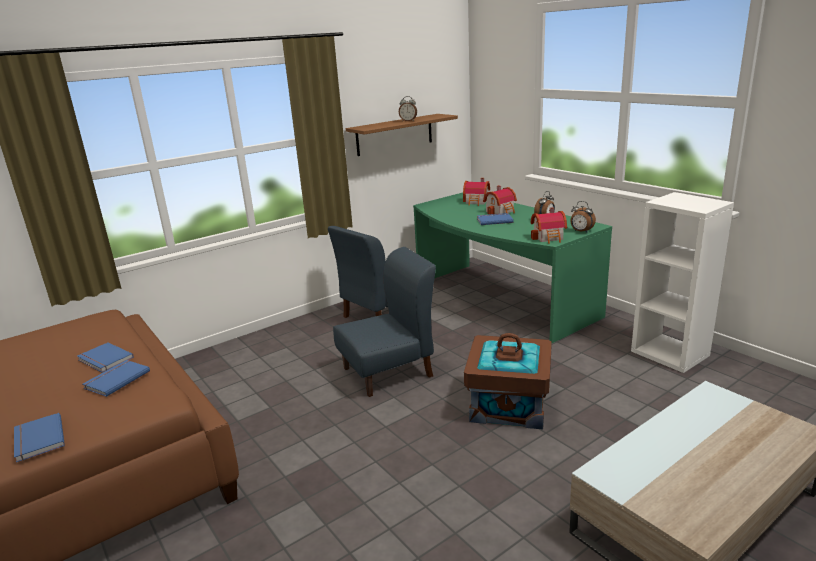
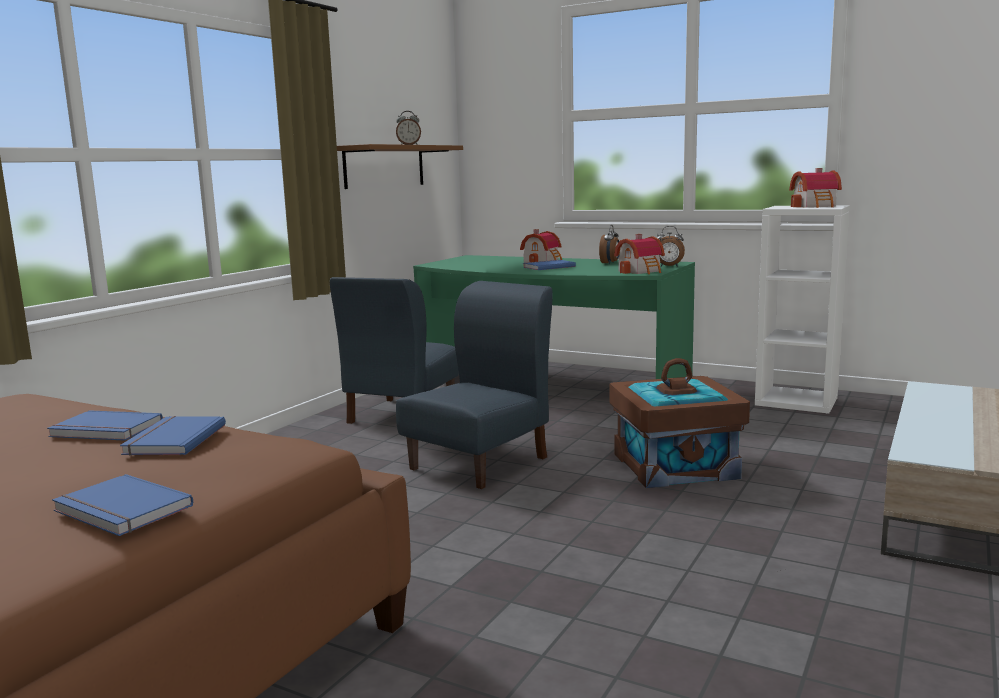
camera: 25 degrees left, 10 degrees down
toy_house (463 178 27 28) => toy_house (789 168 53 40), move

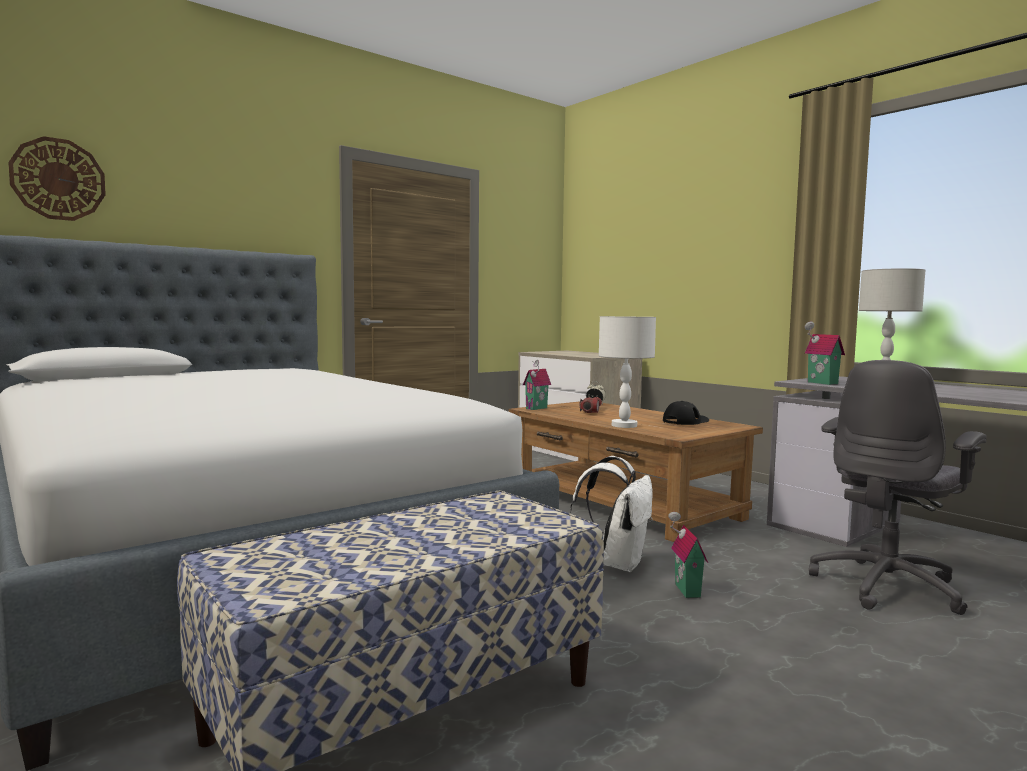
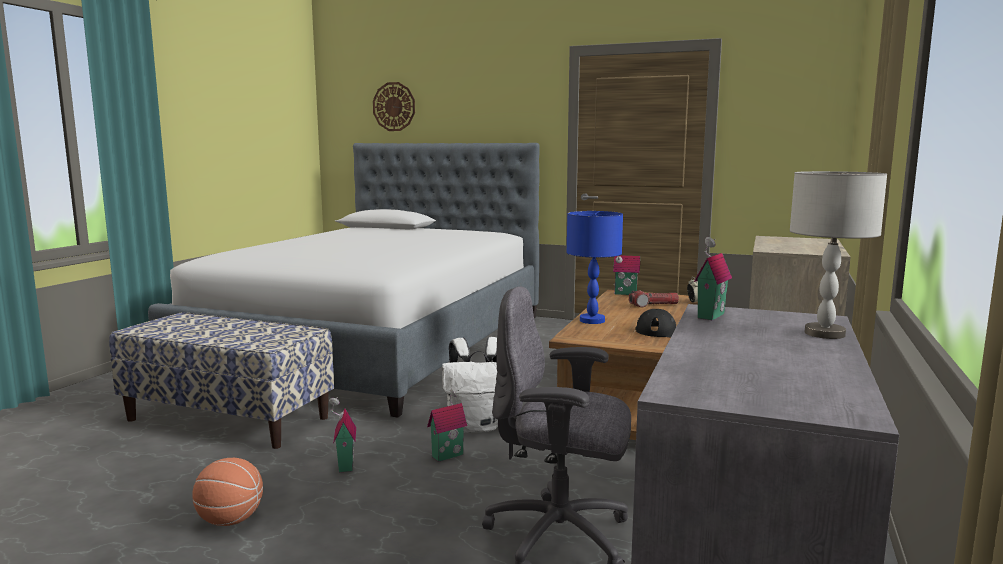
camera: 60 degrees right, 5 degrees up
white_lamp_for_a_table (599 316 57 112) => blue_lamp_for_a_table (566 211 57 113)
nothing => toy_house (329 397 27 75)
nothing => ball_for_basketball (192 458 71 68)

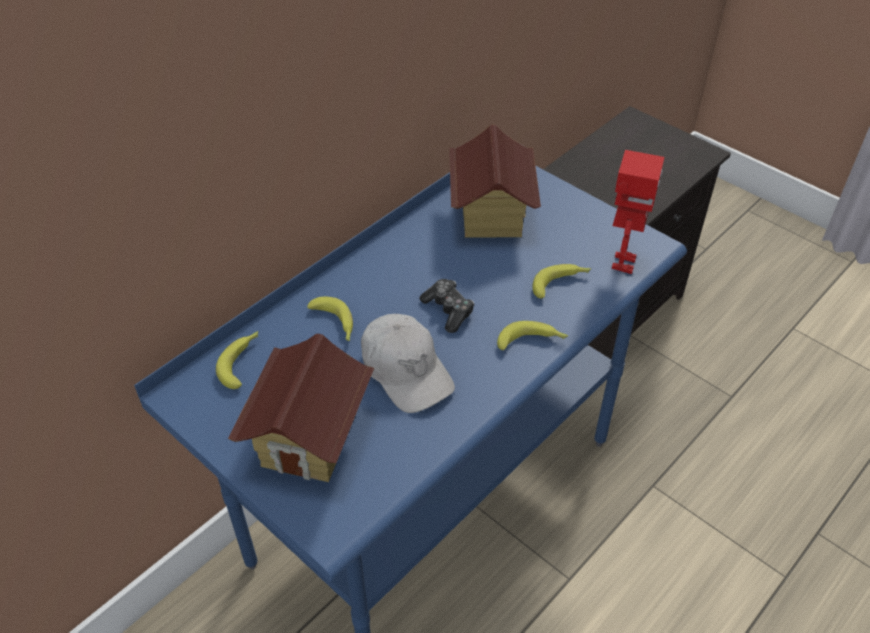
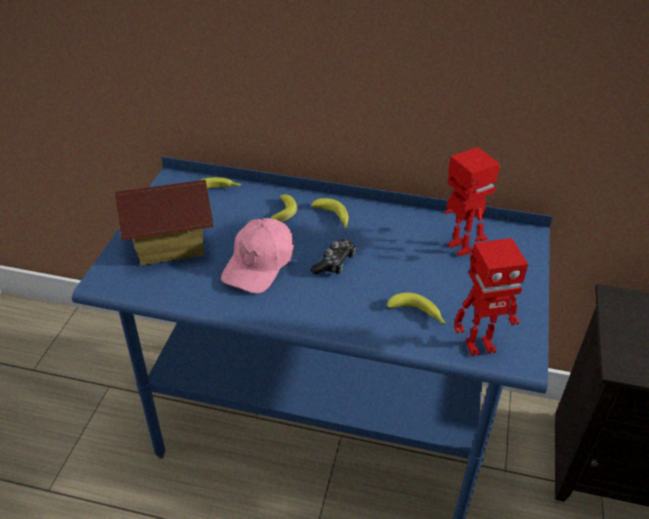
camera: 60 degrees right, 5 degrees down
toy_house (449 124 92 114) => toy_robot (444 147 56 110)
white_cap (361 314 94 99) => pinkish_cap (221 218 73 75)
banana (497 321 72 29) => banana (311 198 37 30), move

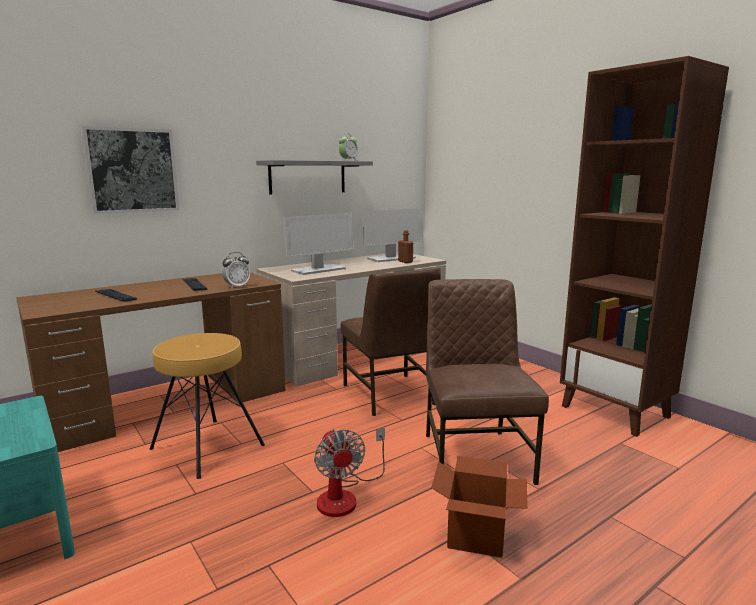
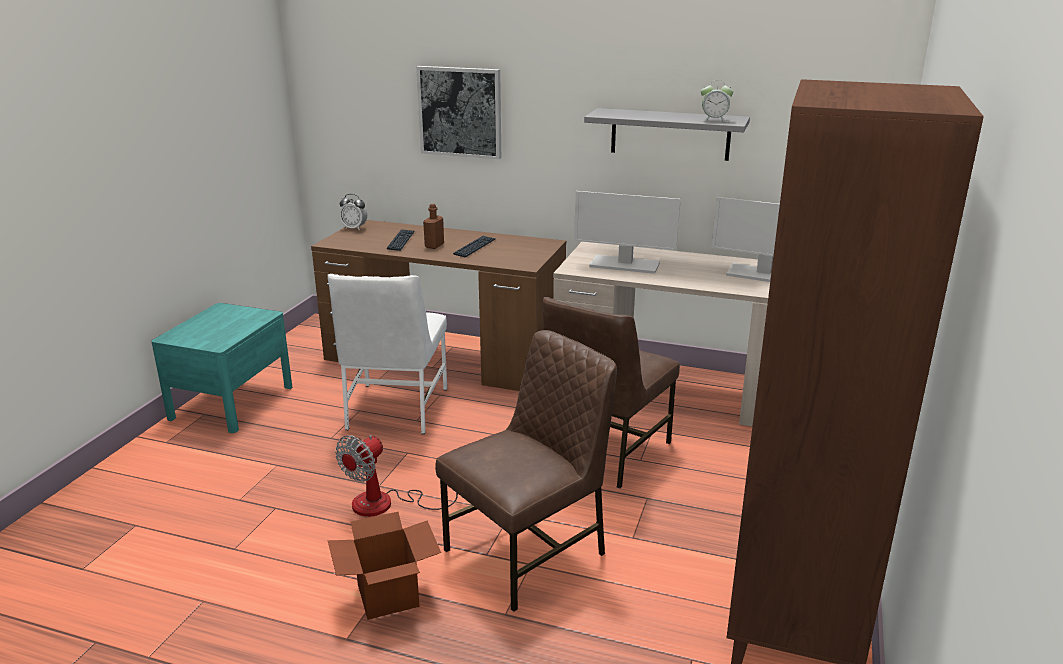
camera: 55 degrees right, 10 degrees up
brown_beverage_bottle (398 230 15 33) => brown_beverage_bottle (423 204 21 45), move
bedside_clock (222 252 28 37) => bedside_clock (339 194 28 36), move
brown_stool_seat (150 333 115 146) => white_chair (328 274 119 160)

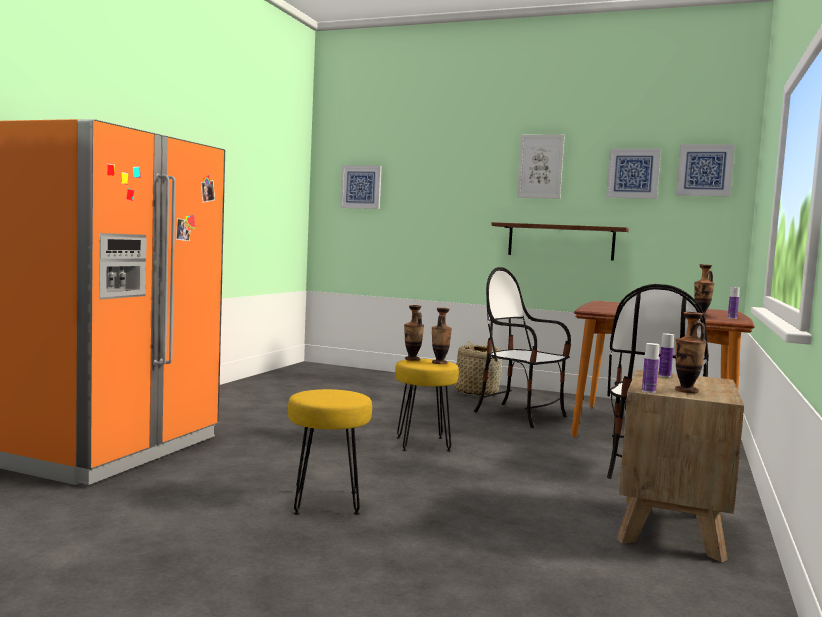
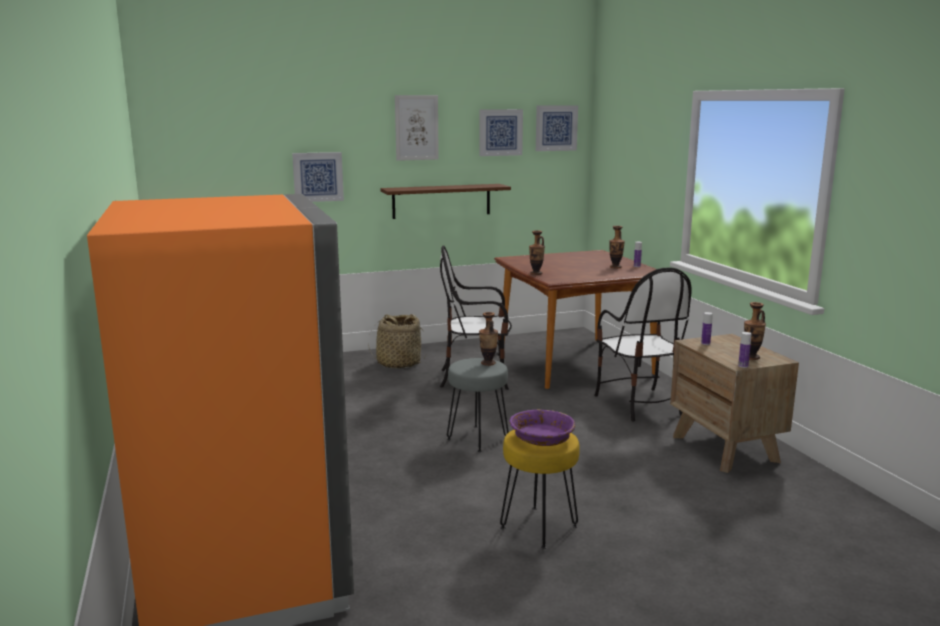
camera: 40 degrees left, 10 degrees up
wall_art (340 165 42 44) => wall_art (292 152 52 50), move
vase (404 305 20 56) => vase (529 230 16 45), move
yellow-coloured_stool_seat (395 359 64 93) => gray_stool_seat (447 358 62 94)
nothing => purple_deep_dish (509 409 66 37)

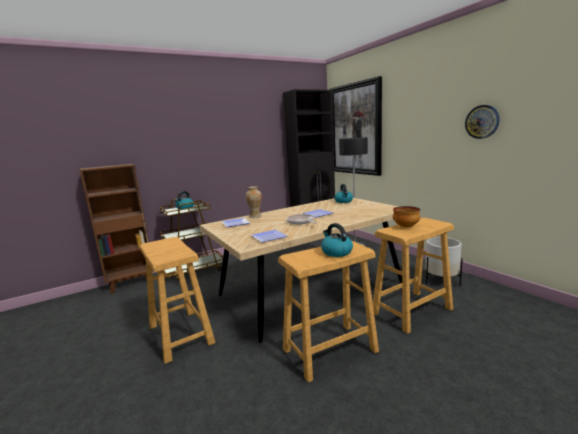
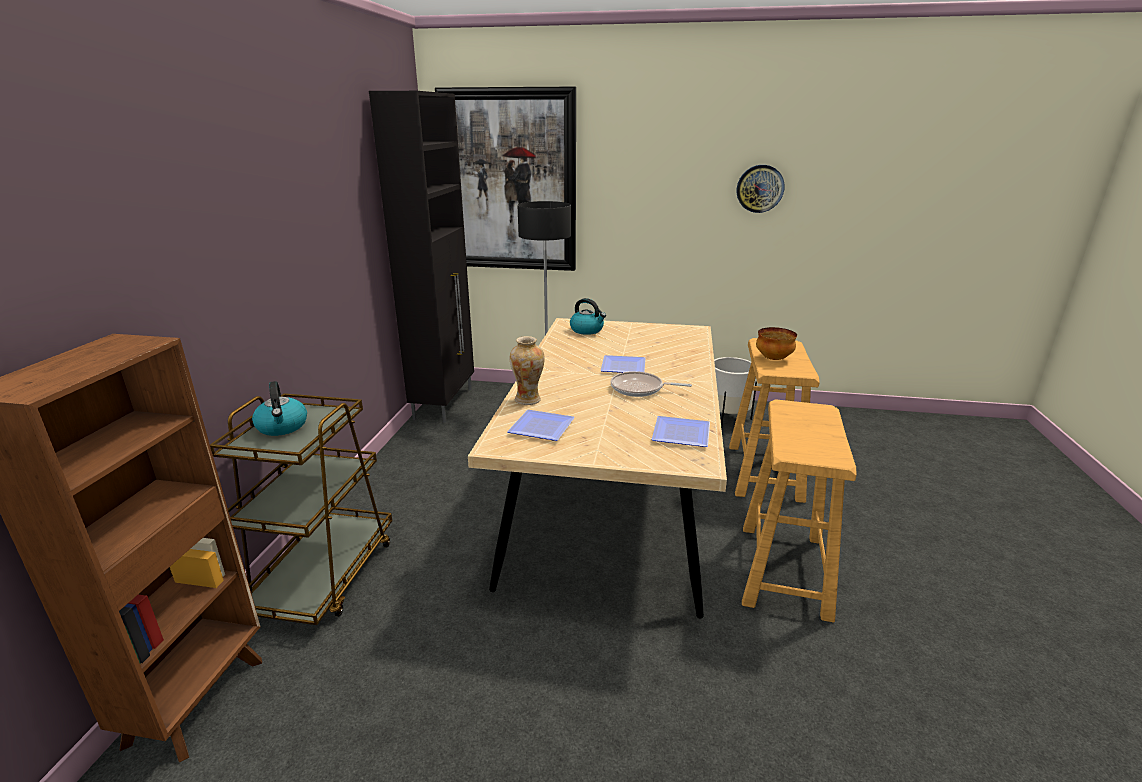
camera: 50 degrees left, 10 degrees up
water_kettle (321 223 32 34) => nothing
beige-coloured_stool_seat (140 237 76 127) => nothing

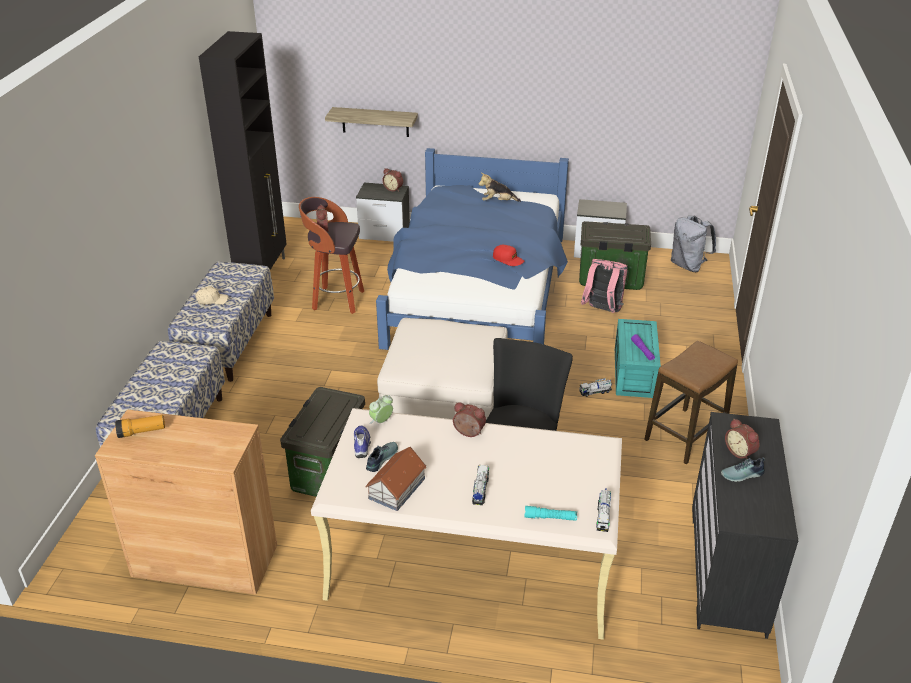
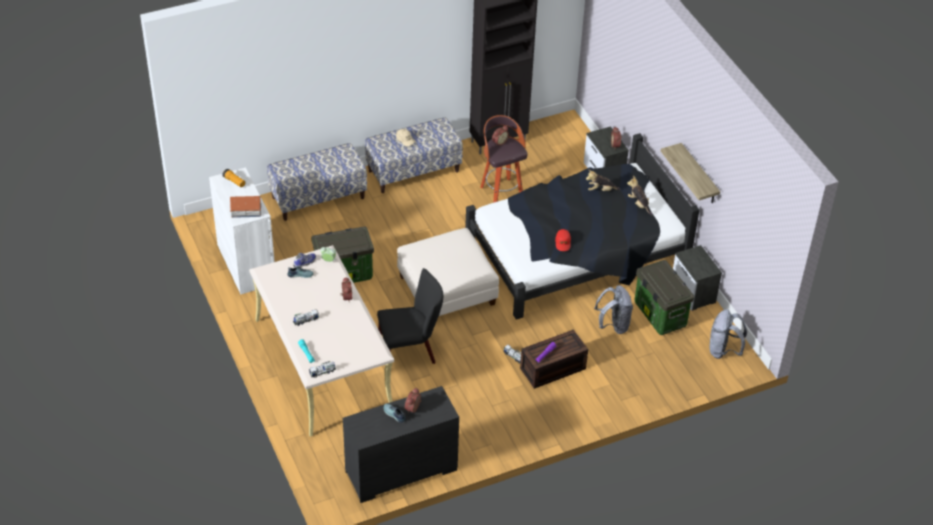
camera: 55 degrees right, 10 degrees up
shelf (325 107 93 30) => shelf (661 143 59 60), move
blue_sleeping_bed (376 148 193 202) => blackish_sleeping_bed (465 133 235 187)
pinkish_rucksack (581 259 47 54) => gray_rucksack (594 285 39 49)
turquoise_storage_container (615 319 46 79) => brown_storage_container (520 330 68 59)
stool_seat (644 341 94 123) => nothing
brown_storage_cabinet (95 410 182 185) => white_storage_cabinet (209 167 66 127)
toy_house (366 447 60 64) => toy_house (230 196 31 22), move
nothing => soft_toy (586 170 34 21)

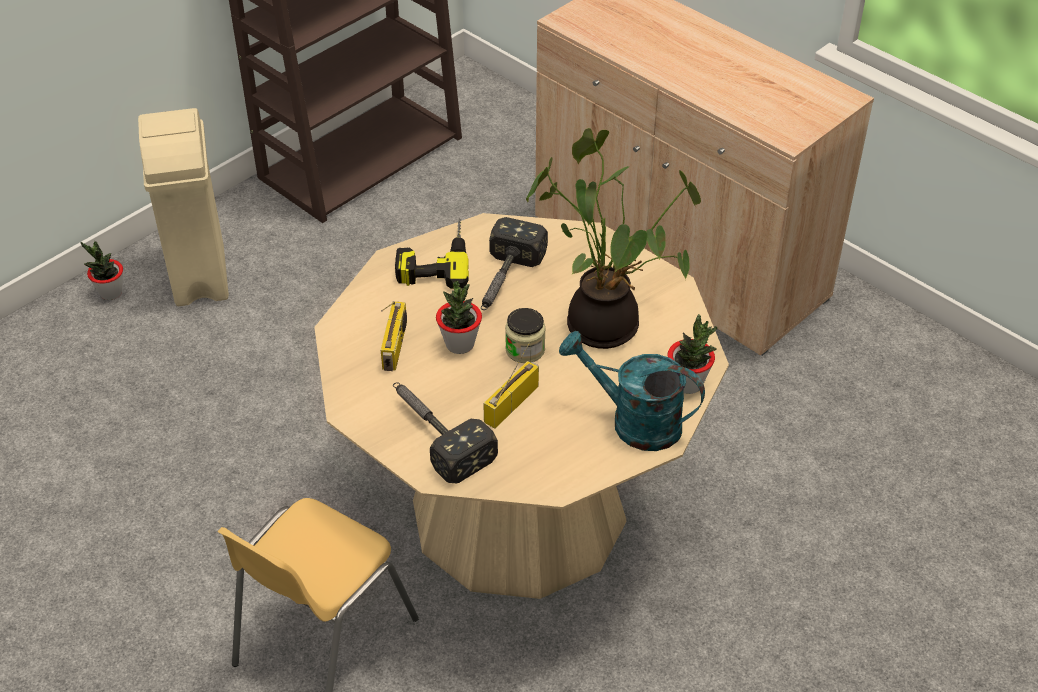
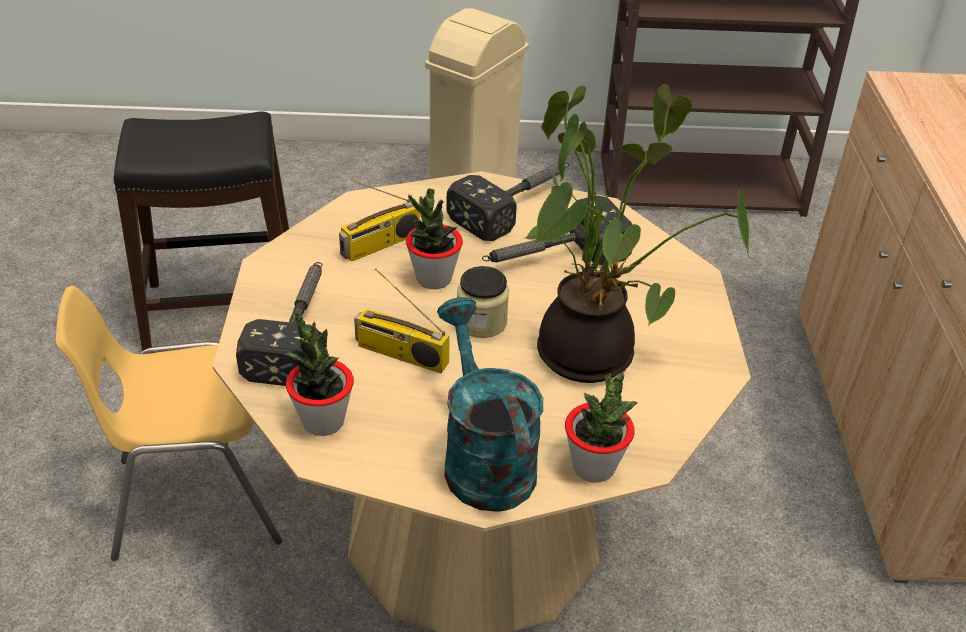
camera: 45 degrees right, 5 degrees down
electric_drill (395 219 74 70) => hand_hammer (446 163 123 78)
houseplant (80 241 43 59) => houseplant (284 310 70 126), move
radio_set (483 341 56 87) => radio_set (354 268 96 105), 150 degrees counterclockwise
nothing => blackish_stool_seat (114 111 175 240)

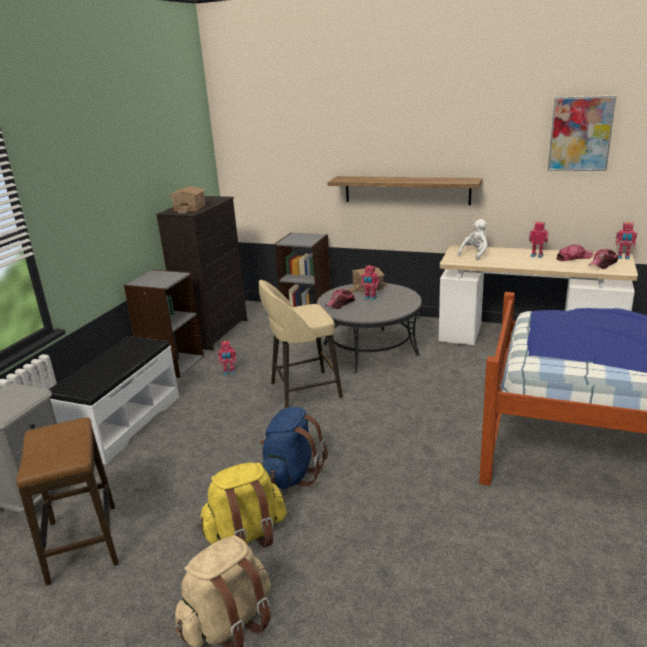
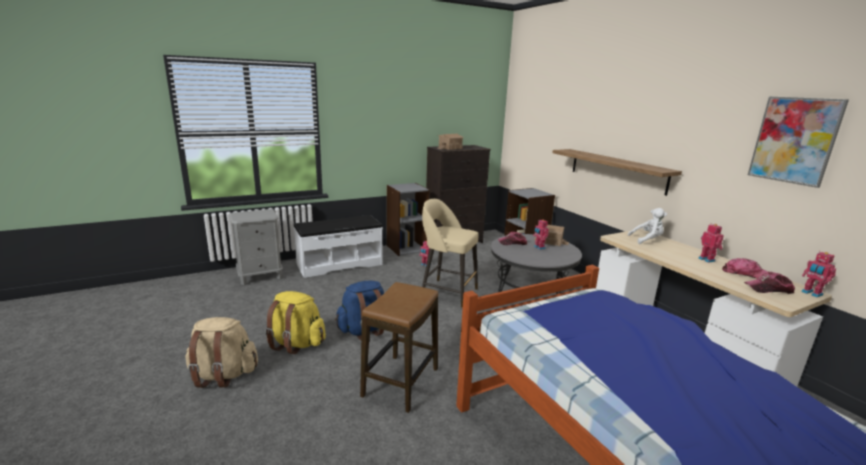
camera: 40 degrees right, 5 degrees down
stool_seat (16 417 102 169) => stool_seat (360 282 78 131), move

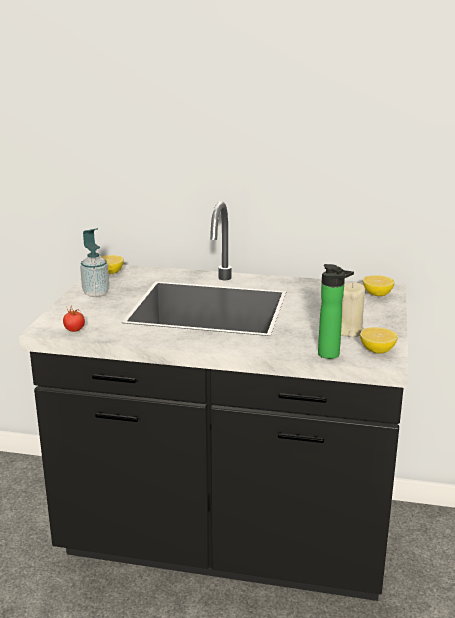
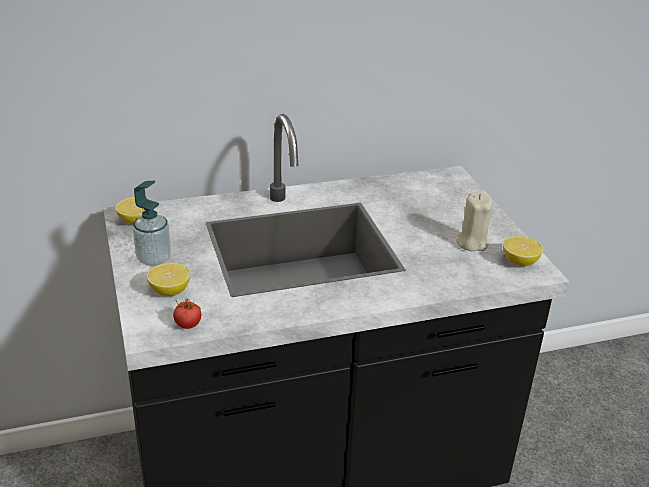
camera: 30 degrees left, 10 degrees up
beverage_bottle (318 264 36 95) => nothing
citrus_fruit (363 275 32 21) => citrus_fruit (147 263 43 33), move

